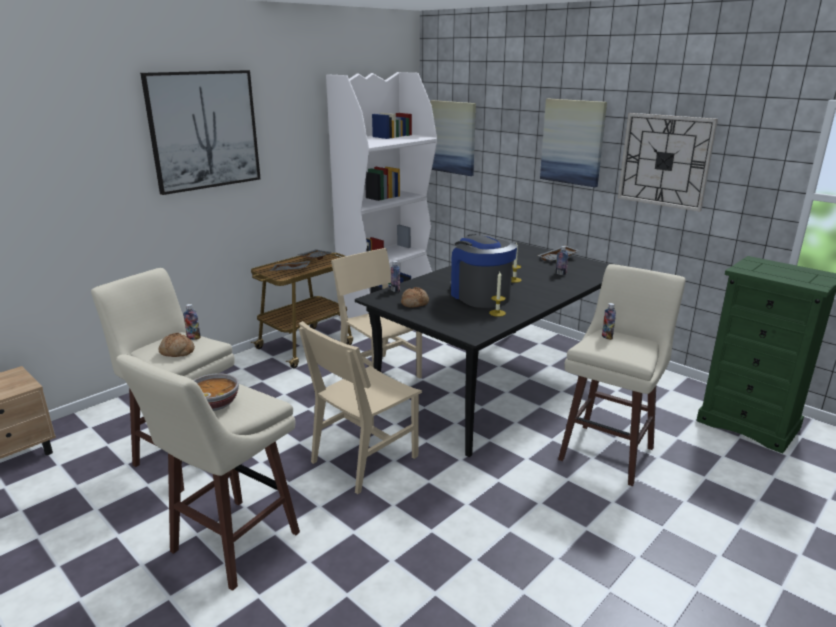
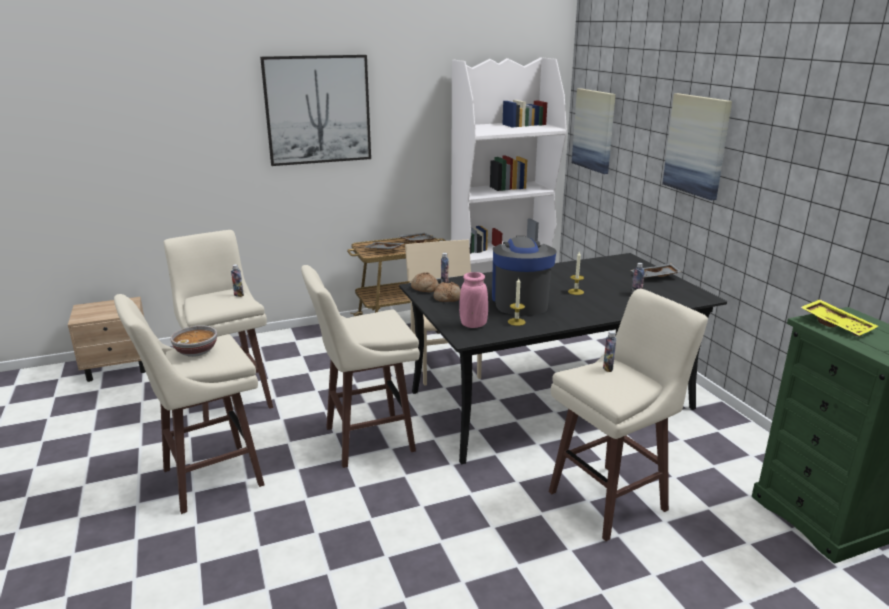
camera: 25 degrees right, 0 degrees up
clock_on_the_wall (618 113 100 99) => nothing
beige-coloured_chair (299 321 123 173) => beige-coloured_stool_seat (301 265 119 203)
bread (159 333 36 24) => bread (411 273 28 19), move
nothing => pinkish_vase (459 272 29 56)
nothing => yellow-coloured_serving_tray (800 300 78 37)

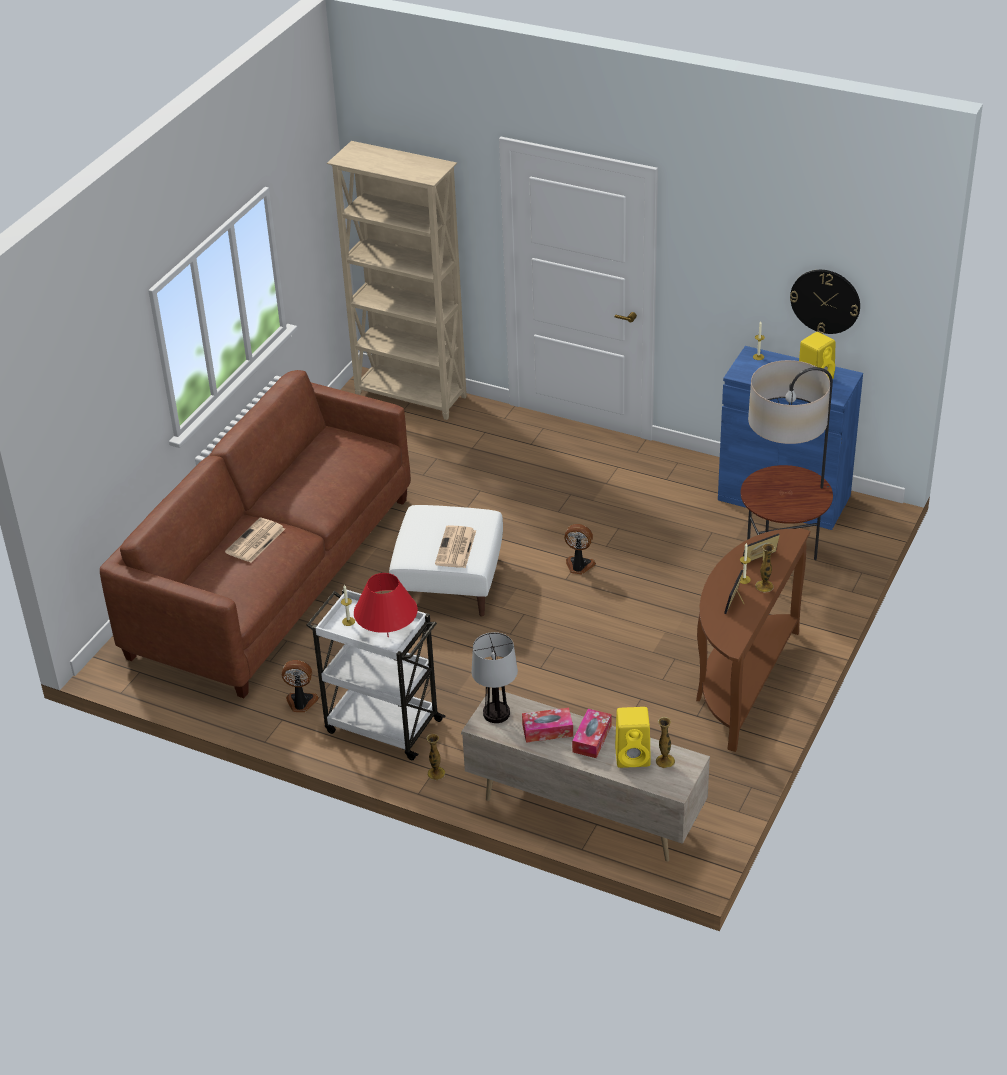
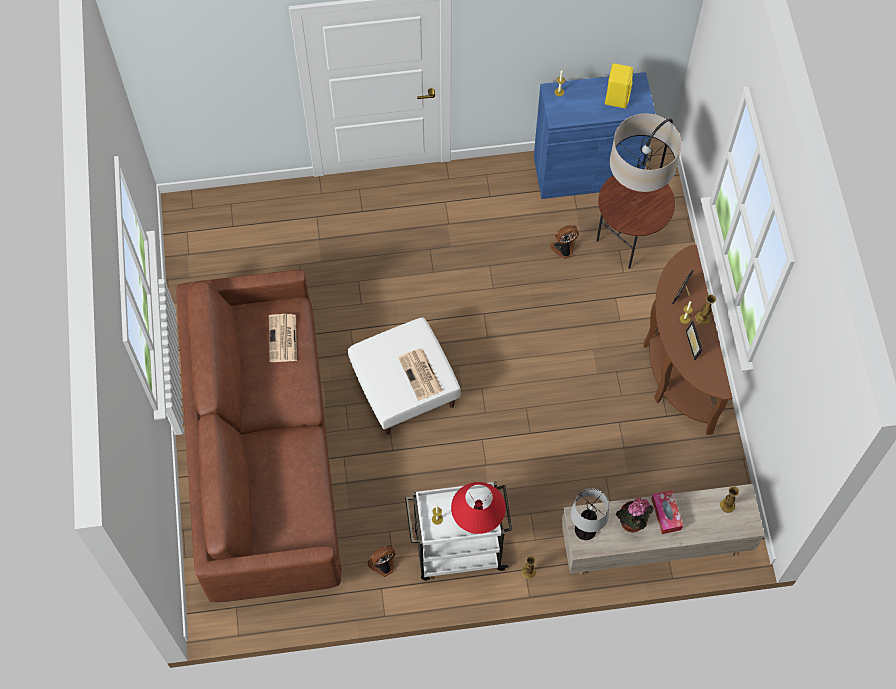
camera: 35 degrees left, 25 degrees up
beige-coloured_bookcase (327 141 140 279) => nothing
clock_on_the_wall (790 270 70 64) => nothing
daily_paper (225 518 60 45) => daily_paper (269 314 28 48), move
cooling_fan (564 524 32 51) => cooling_fan (550 225 29 34), move
yellow-coloured_audio_speaker (615 707 36 61) => nothing
tissue_box (522 708 51 35) => houseplant (616 498 38 35)

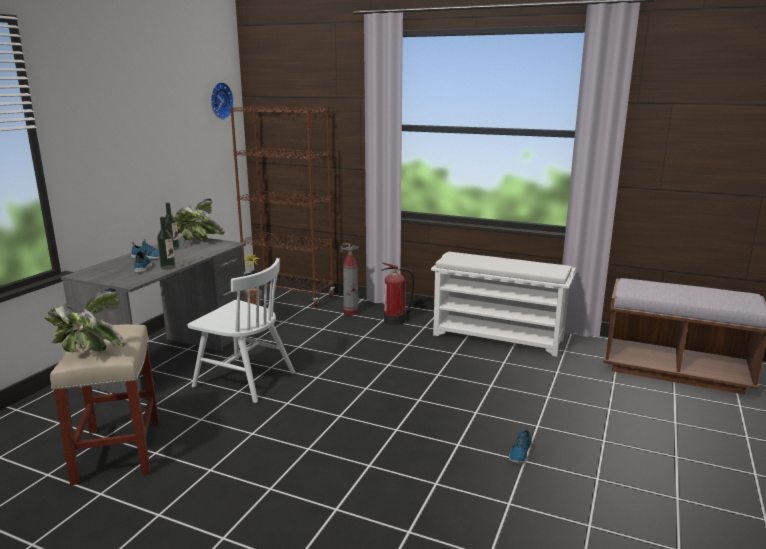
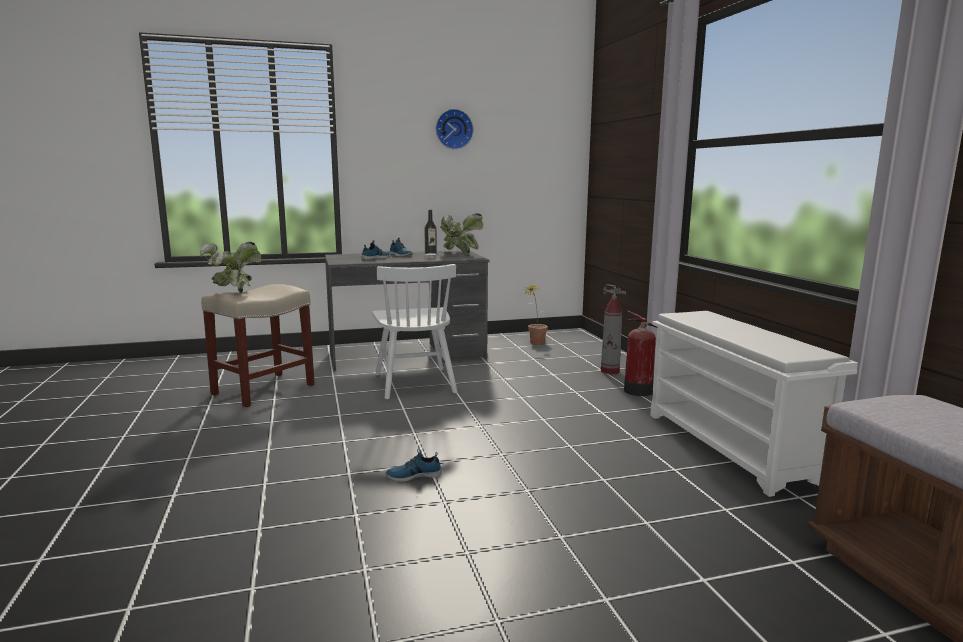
camera: 50 degrees right, 5 degrees down
clock_on_the_wall (211 82 23 38) => clock_on_the_wall (436 109 38 41), move
brown_bookcase (230 105 105 202) => nothing
beverage_bottle (157 217 18 52) => nothing
item_of_footwear (509 426 23 38) => item_of_footwear (386 449 56 33), move

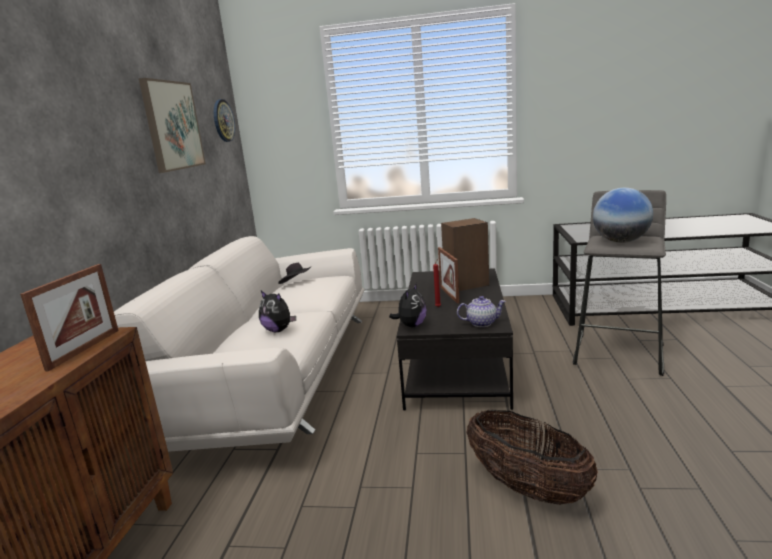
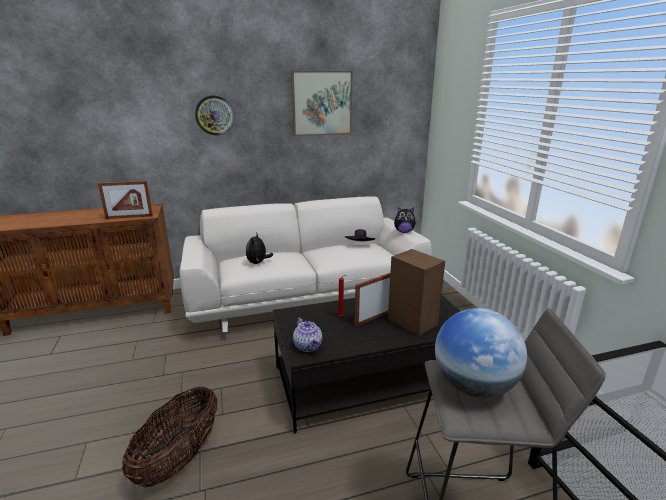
camera: 65 degrees right, 5 degrees up
clock_on_the_wall (214 99 21 43) => clock_on_the_wall (195 95 40 41), move
soft_toy (389 283 38 44) => soft_toy (394 207 22 26), move

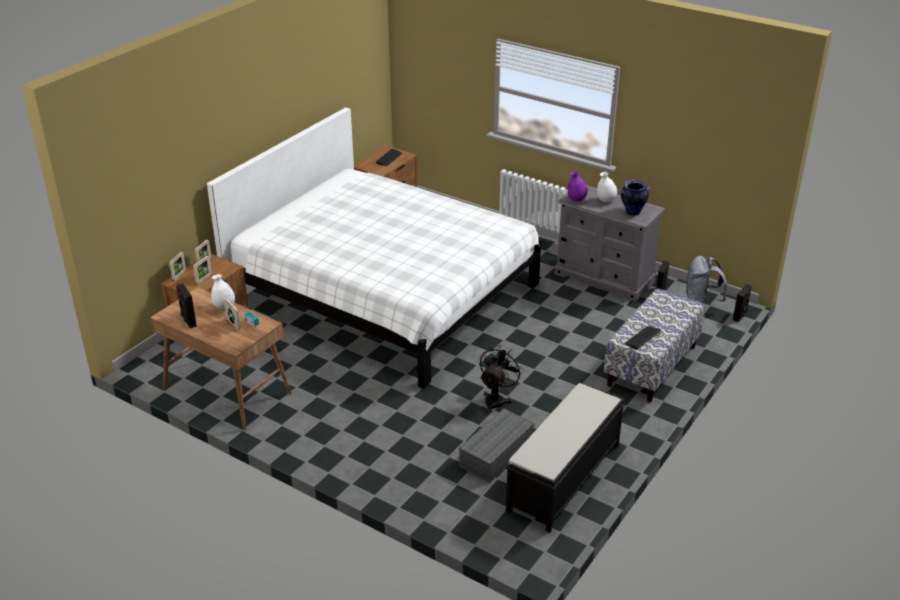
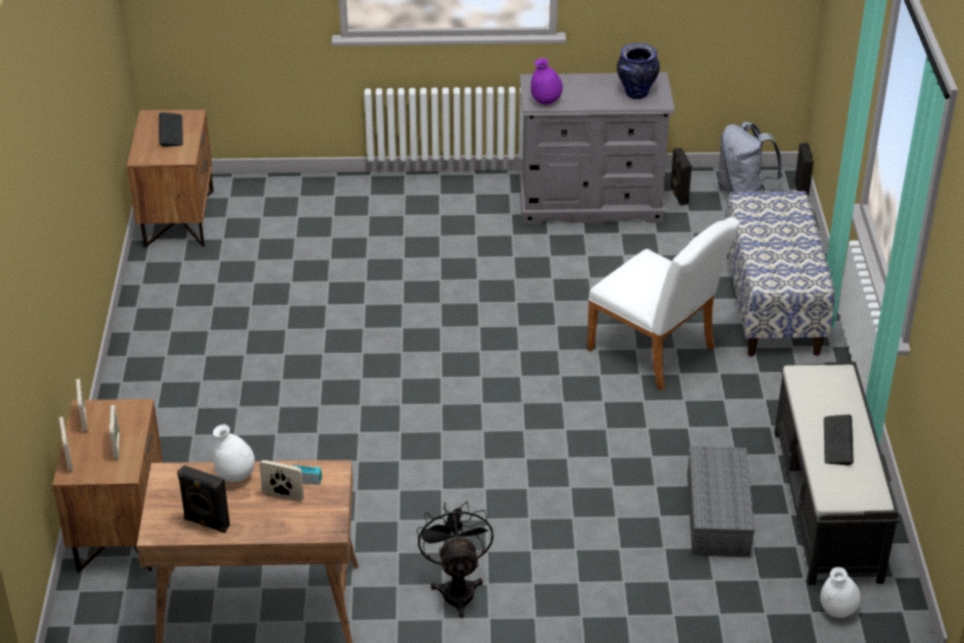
camera: 35 degrees left, 5 degrees up
white_sleeping_bed (207 107 334 282) => nothing
white_vase (597 172 20 31) => white_vase (820 567 41 51), move
computer_keyboard (624 326 37 24) => computer_keyboard (824 414 30 52), move
blackish_cooling_fan (480 345 44 68) => blackish_cooling_fan (417 501 77 117), move
nothing => white_chair (587 217 153 174)

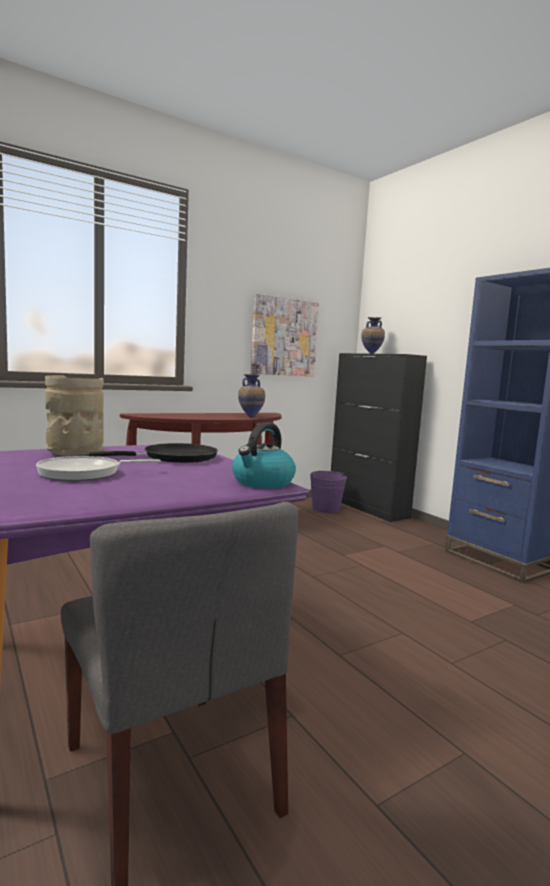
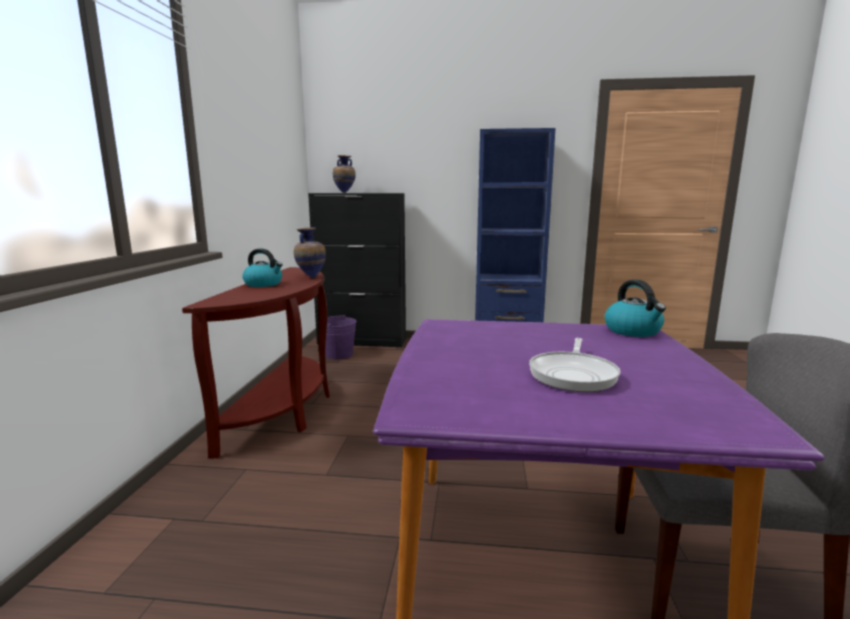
camera: 50 degrees left, 5 degrees up
wall_art (251 294 68 82) => nothing
beige-coloured_vase (45 375 59 80) => nothing
blackish_frying_pan (87 443 131 20) => nothing
nothing => water_kettle (242 248 41 39)

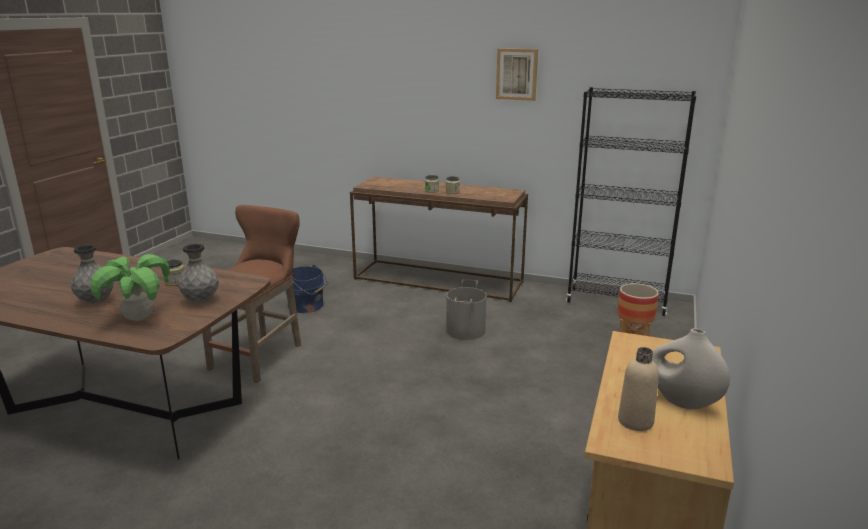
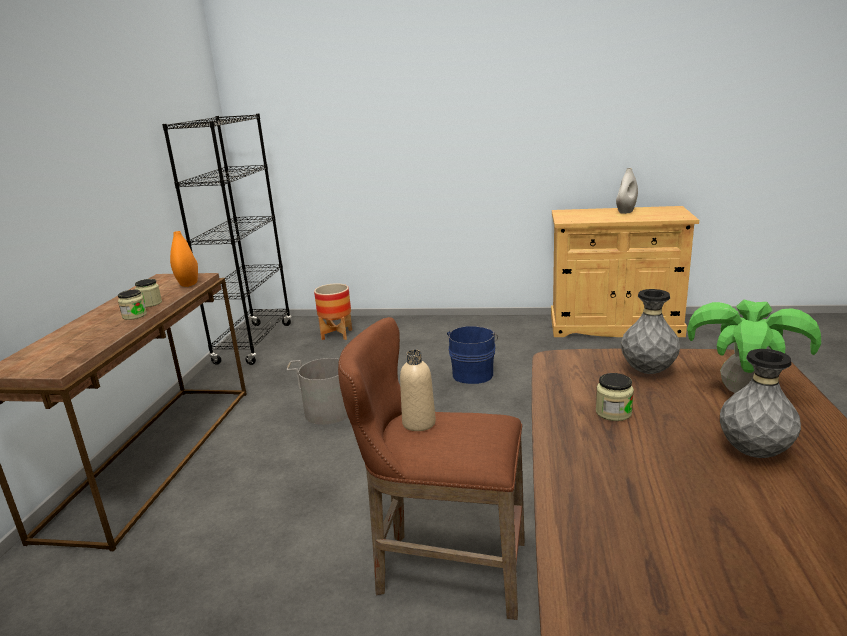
camera: 100 degrees left, 0 degrees up
wall_art (496 48 42 53) => nothing
blue_bucket (285 265 43 48) => blue_bucket (447 326 51 58), move
beige-coloured_beverage_bottle (618 347 41 84) => beige-coloured_beverage_bottle (400 350 36 81), move
nothing => orange-coloured_vase (170 231 28 56)

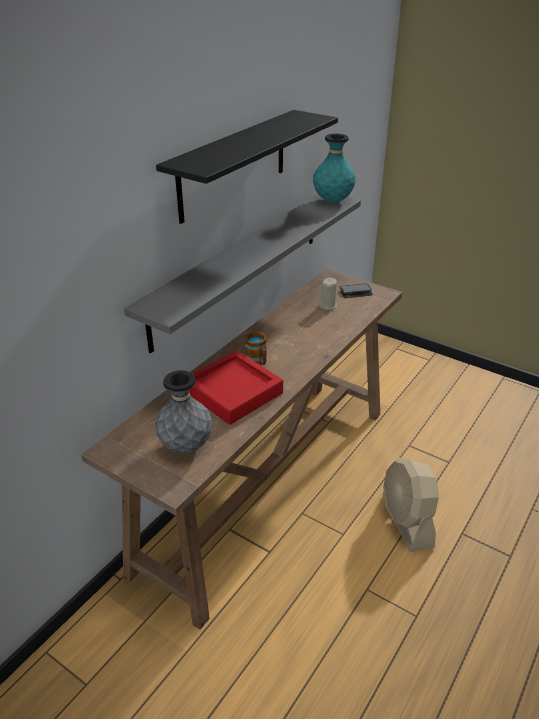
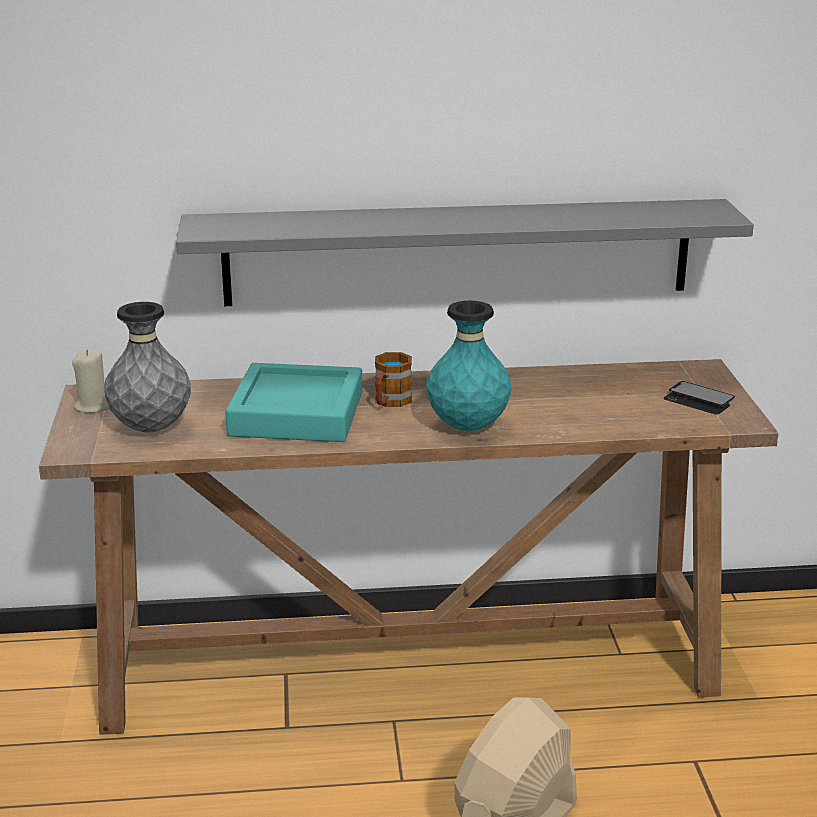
camera: 50 degrees right, 10 degrees down
blackish_shelf (156 110 182 114) => nothing
turquoise_vase (313 133 43 69) => turquoise_vase (426 301 86 130), move
beige-coloured_wax_candle (318 278 19 32) => beige-coloured_wax_candle (72 350 38 63), move
red-coloured_serving_tray (189 351 94 74) => turquoise_serving_tray (225 363 137 79)

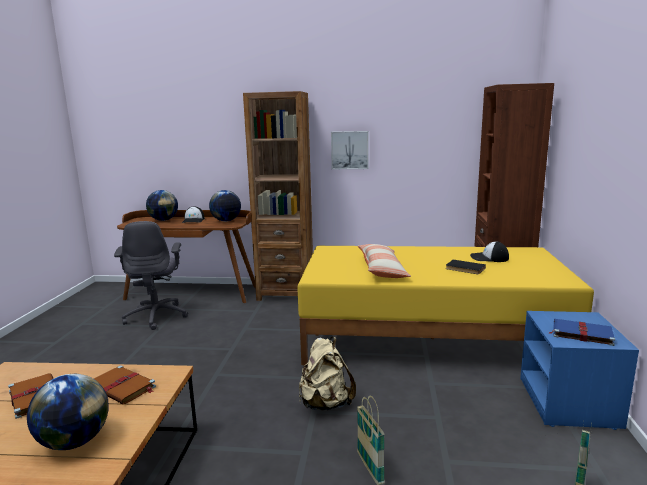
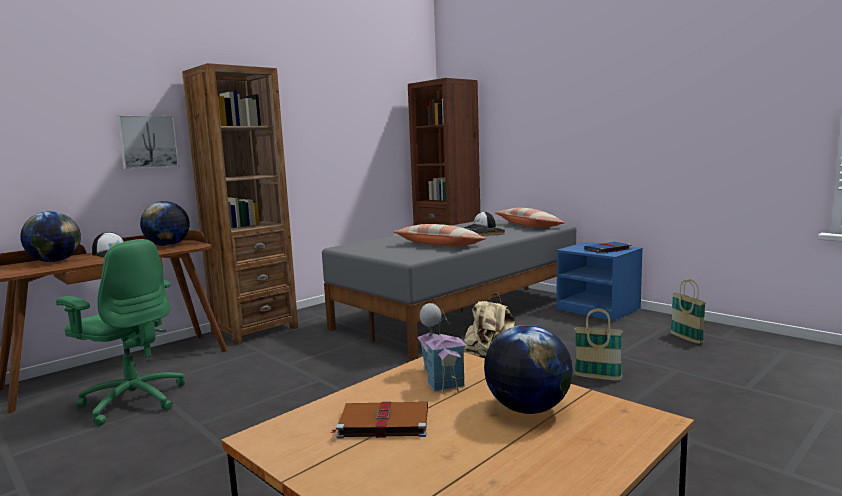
camera: 50 degrees left, 5 degrees down
wall_art (331 131 38 38) => wall_art (117 115 62 54), move
gray_desk_chair (114 221 74 109) => green-coloured_desk_chair (56 239 129 187)
yellow-coloured_sleeping_bed (297 246 297 119) => gray_sleeping_bed (322 220 254 140)
brown_volume (94 365 62 39) => toy_house (418 303 48 89)
nothing => throw_pillow (495 208 70 20)

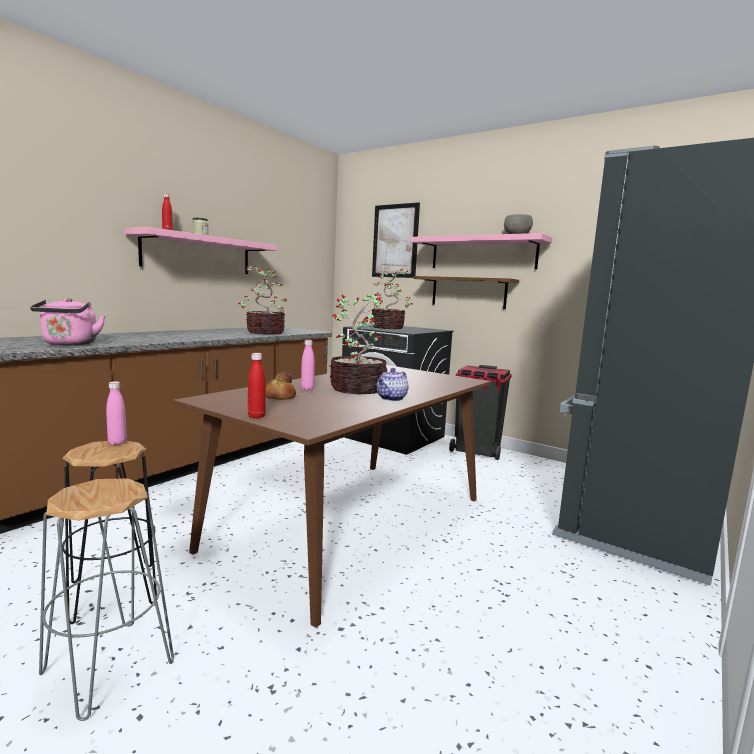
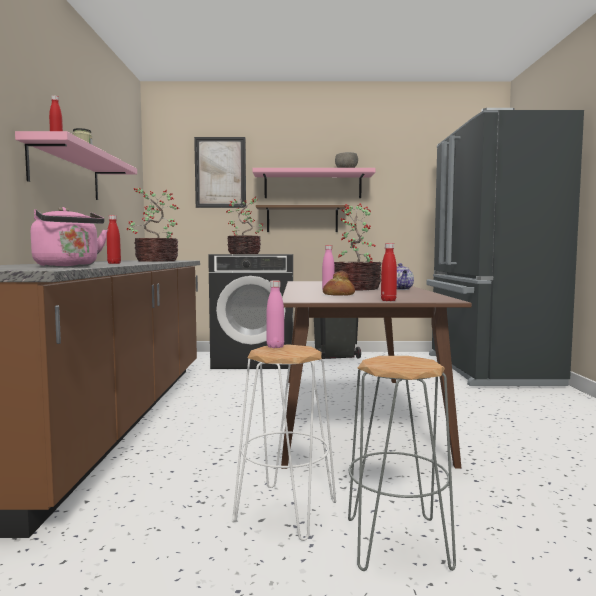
camera: 35 degrees left, 5 degrees down
blackish_stool_seat (62 441 95 183) => white_stool_seat (233 344 103 197)
nothing => red-coloured_beverage_bottle (107 215 14 49)

